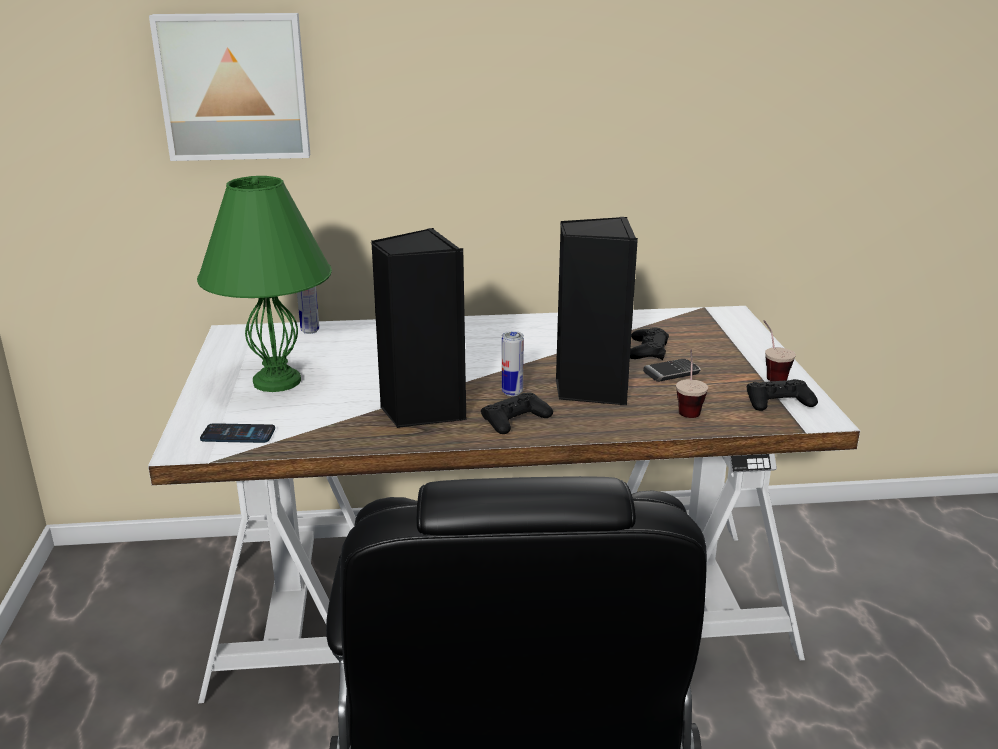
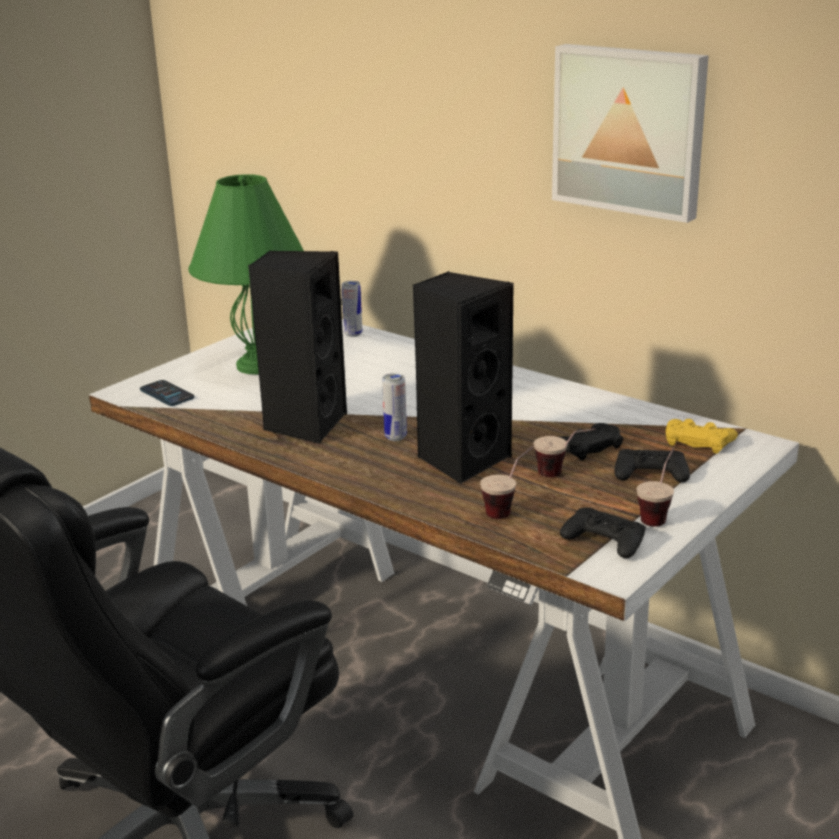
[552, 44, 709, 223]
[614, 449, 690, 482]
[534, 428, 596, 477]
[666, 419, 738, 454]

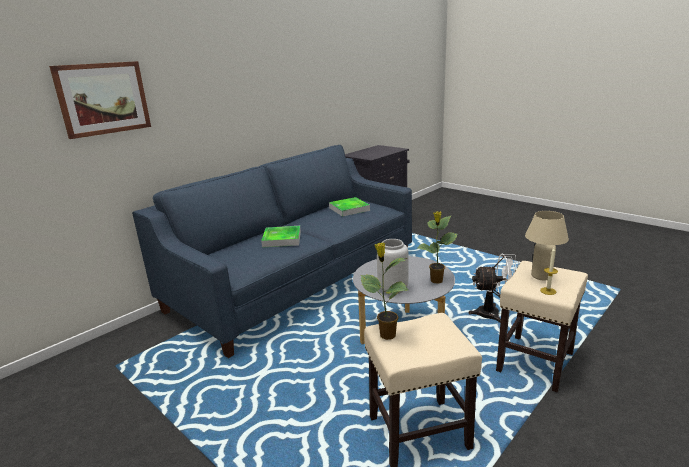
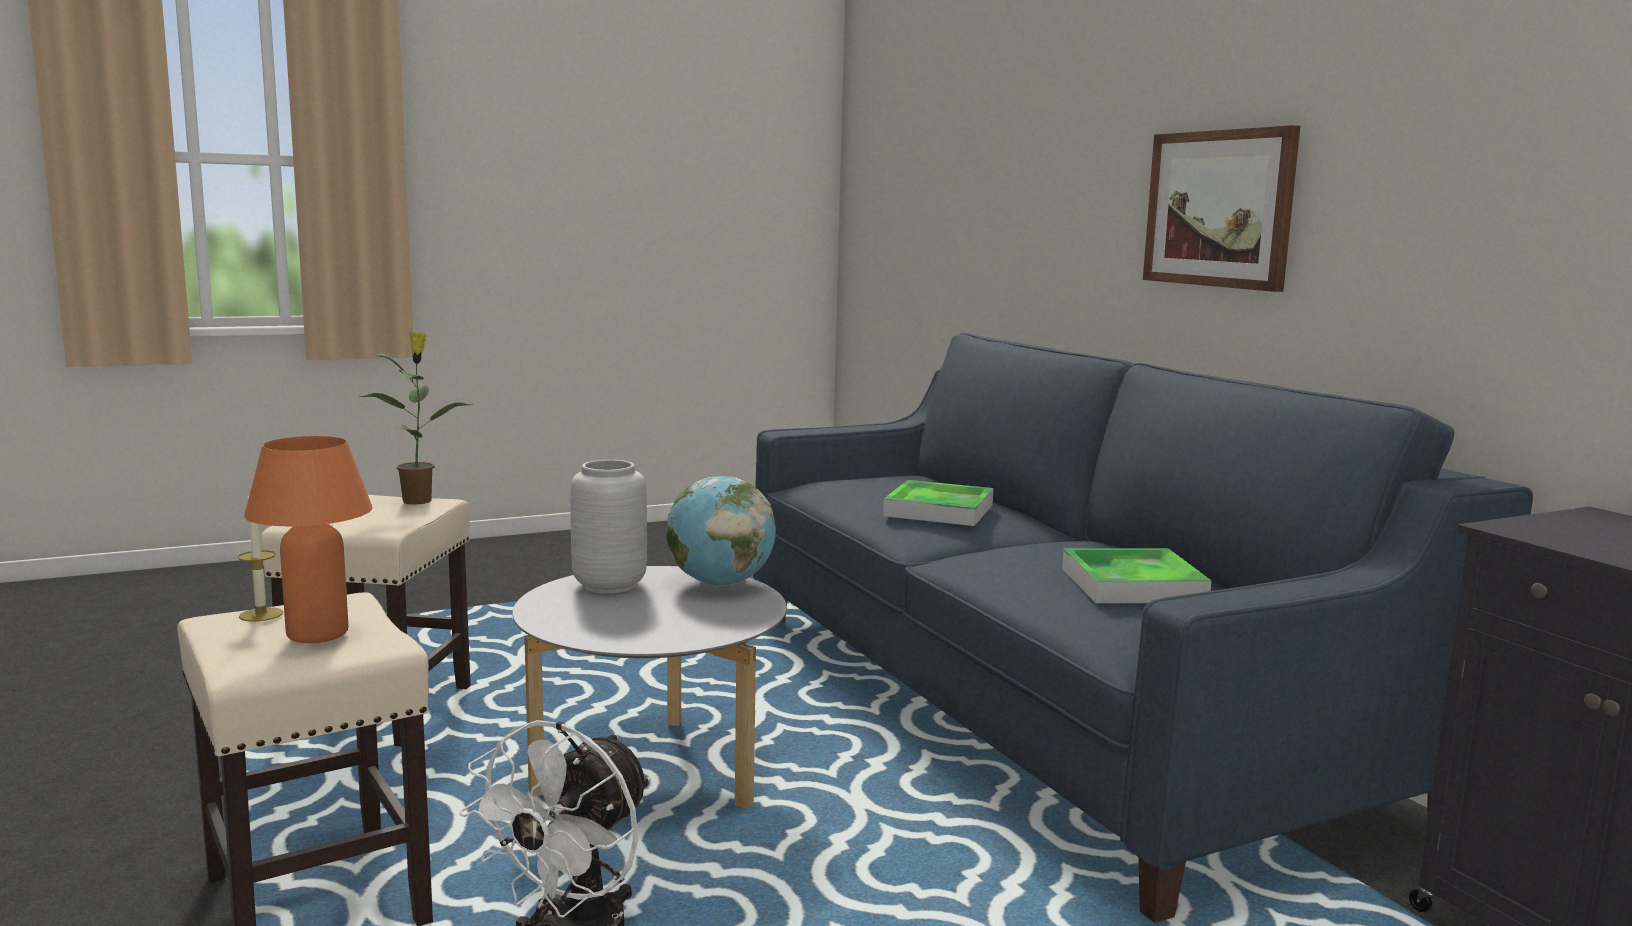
[1143, 125, 1300, 292]
[417, 212, 458, 284] (first image)
[244, 436, 373, 643]
[666, 476, 776, 586]

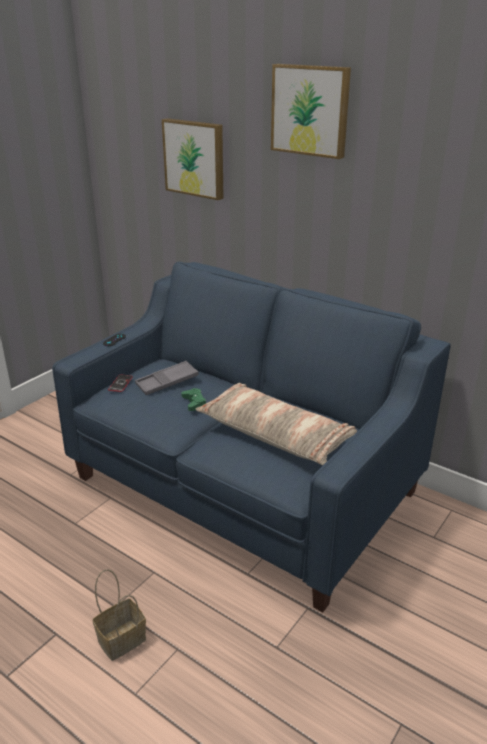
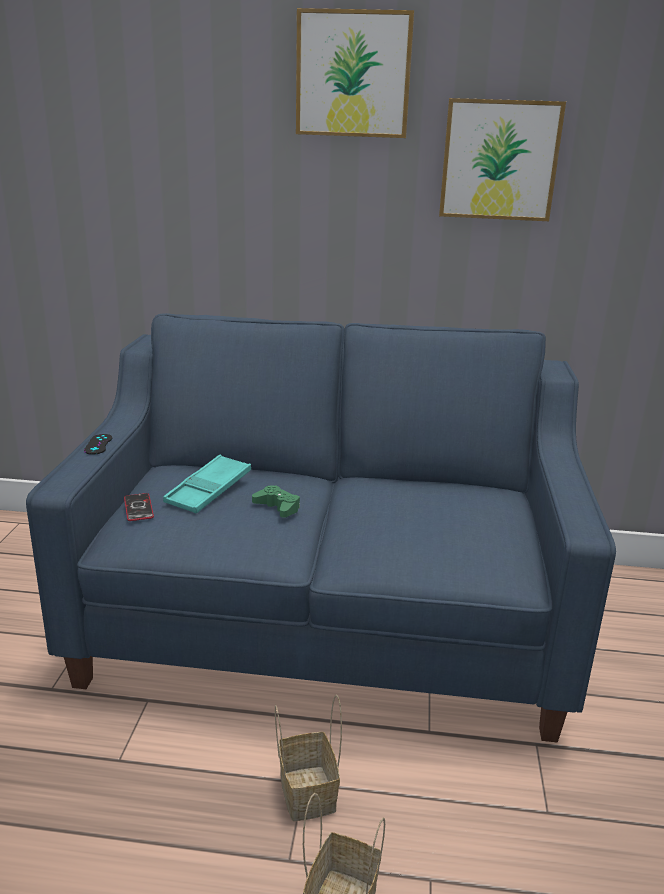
[163, 455, 251, 513]
[439, 98, 566, 221]
[196, 383, 357, 465] (first image)
[275, 694, 342, 821]

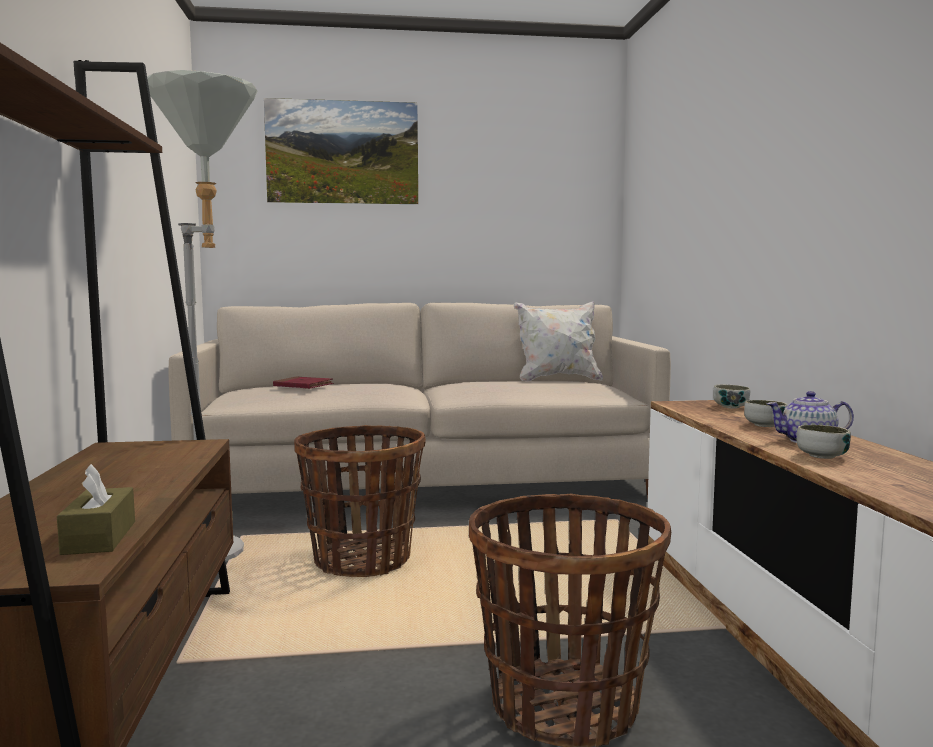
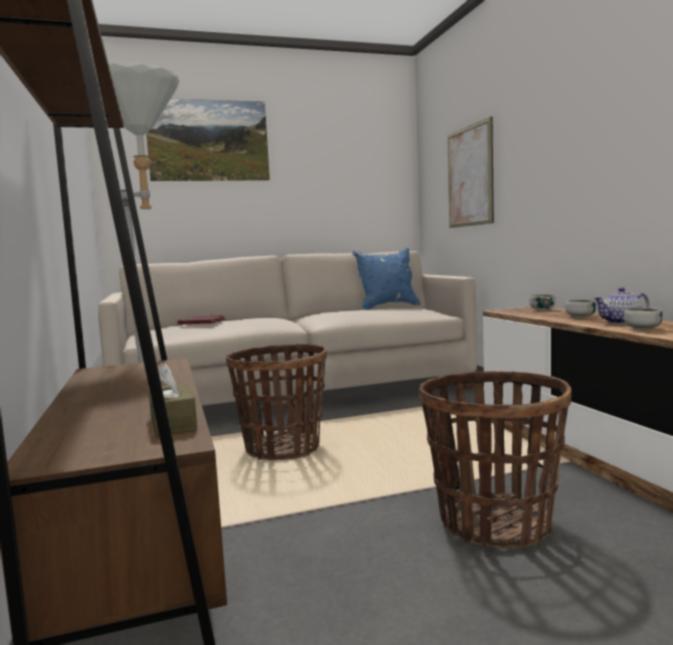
[352, 248, 421, 310]
[447, 116, 494, 228]

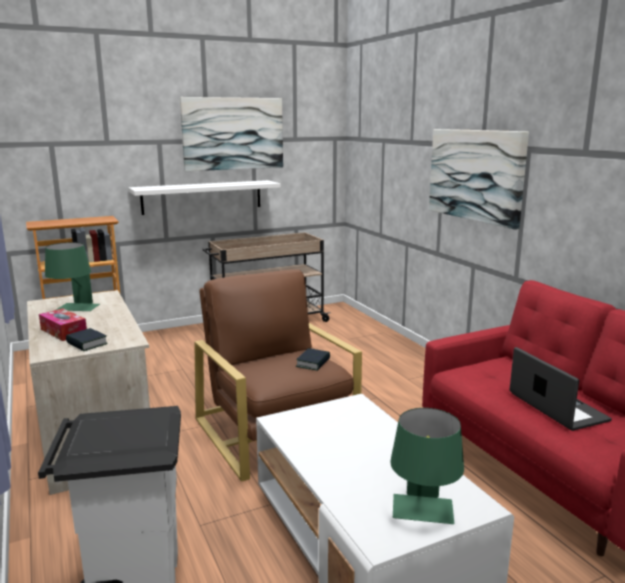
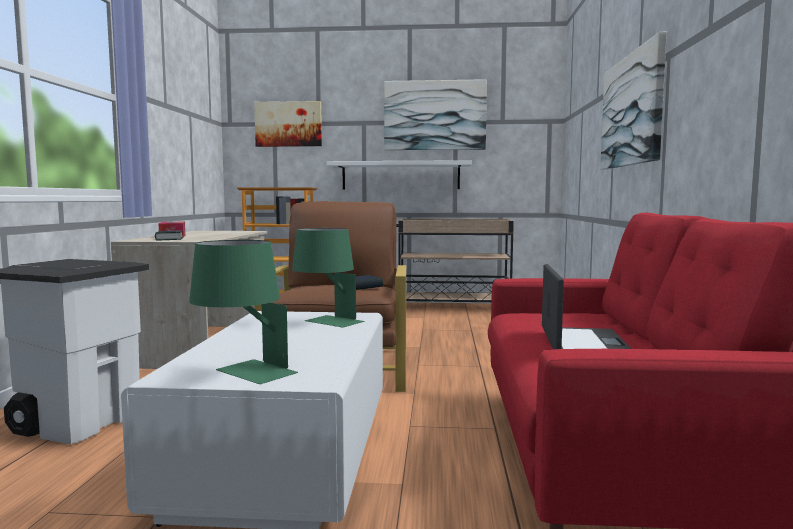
[292, 228, 365, 328]
[254, 101, 322, 147]

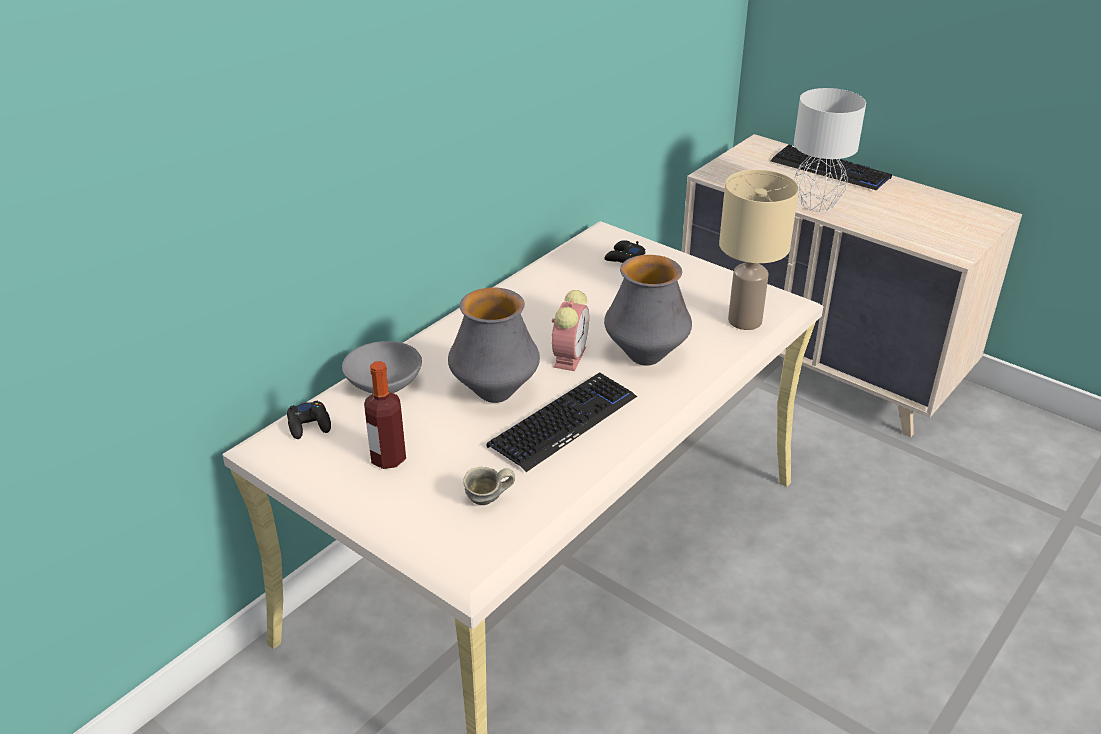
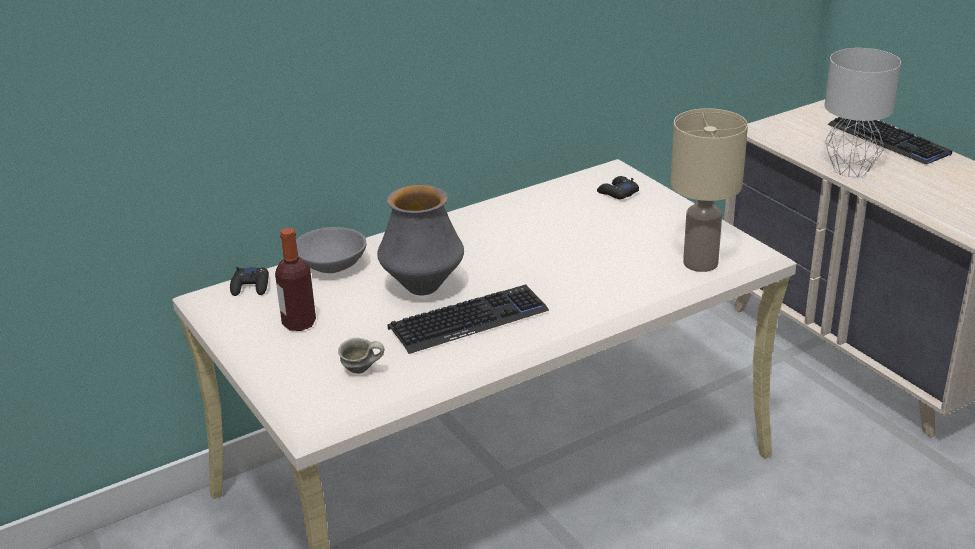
[552, 290, 589, 371] (first image)
[604, 255, 692, 366] (first image)

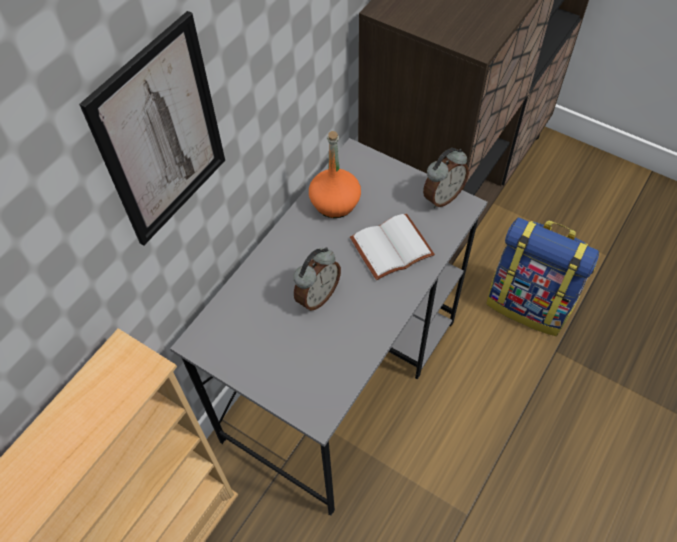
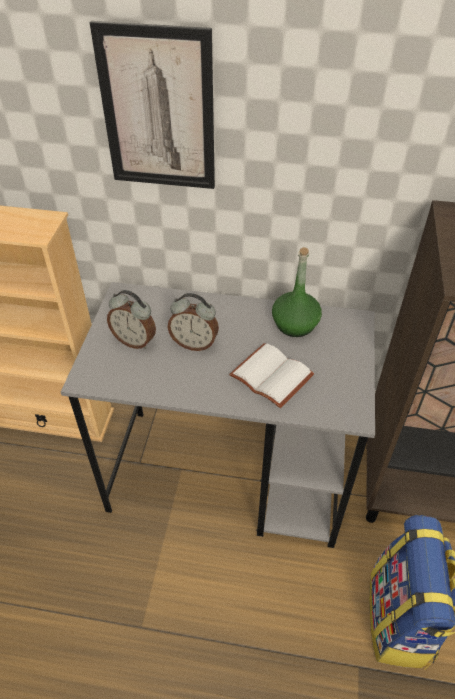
[272, 247, 322, 337]
[107, 290, 156, 349]

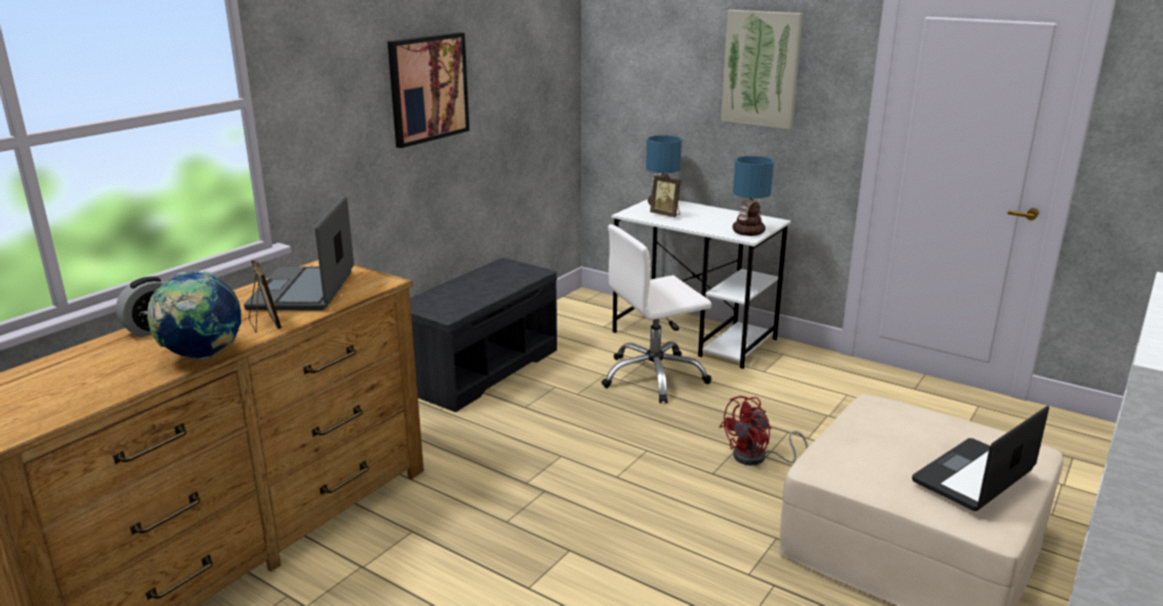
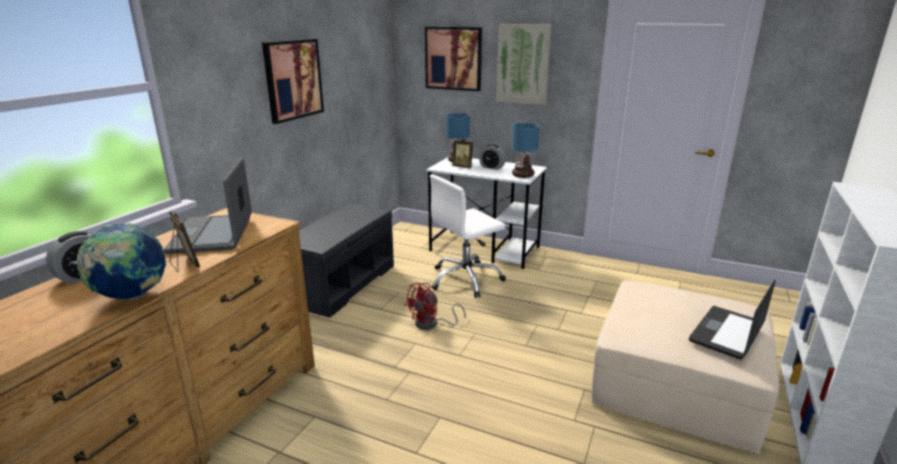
[404, 283, 466, 330]
[425, 27, 482, 91]
[479, 144, 506, 170]

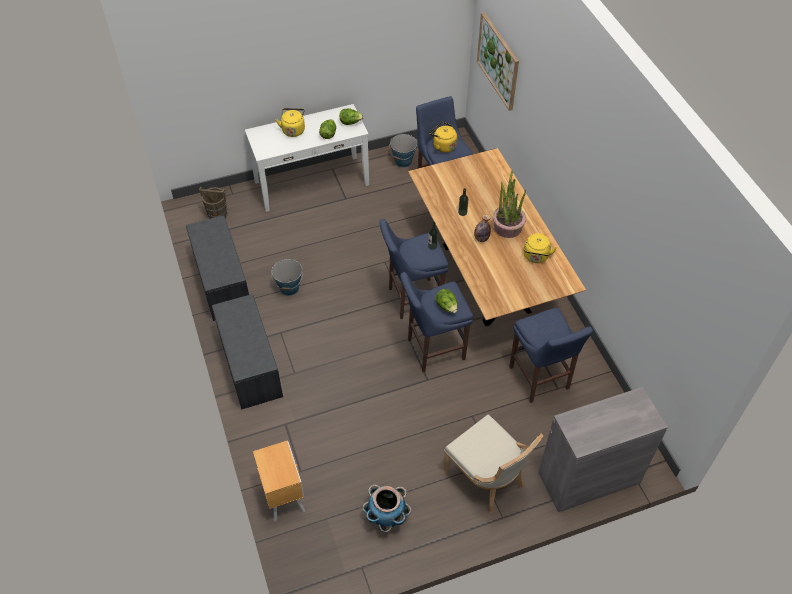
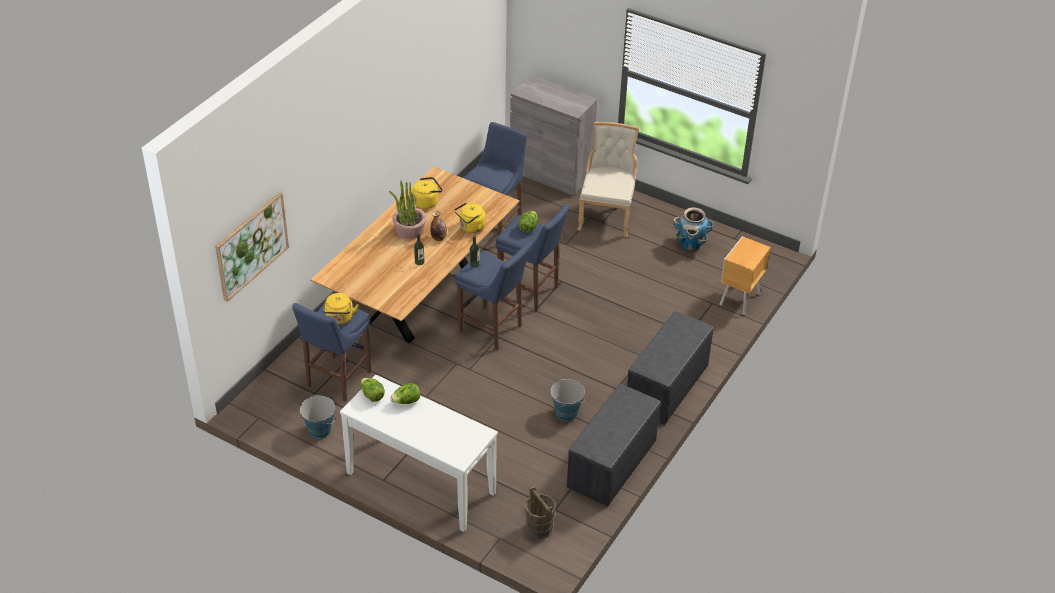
[454, 203, 485, 233]

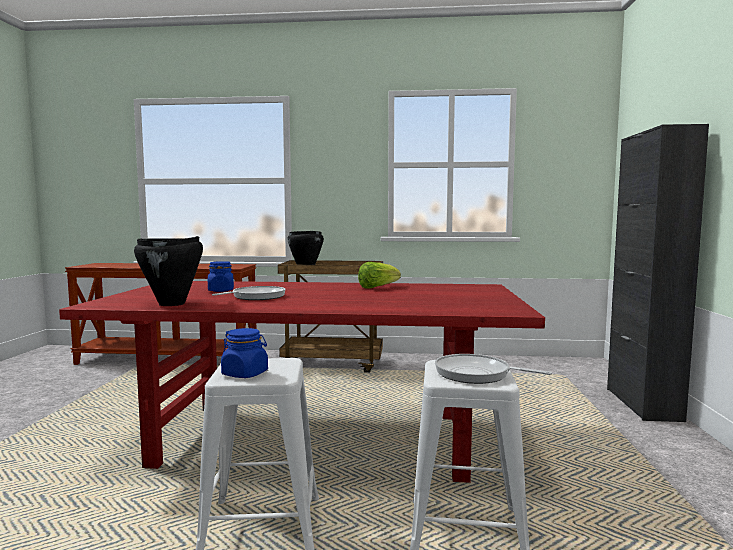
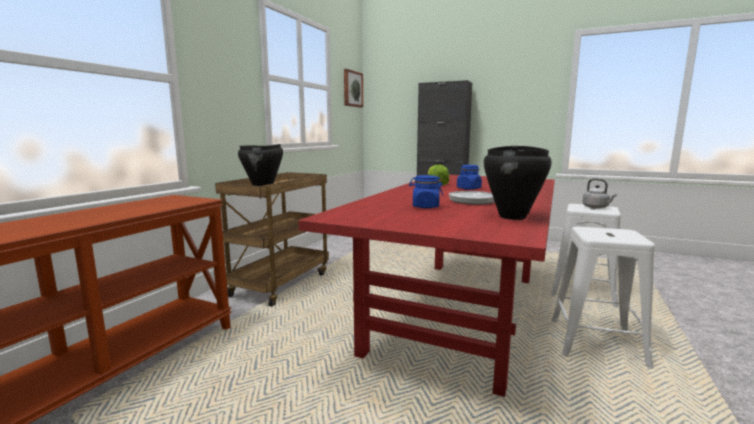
[457, 165, 482, 190]
[583, 178, 617, 209]
[344, 69, 363, 107]

